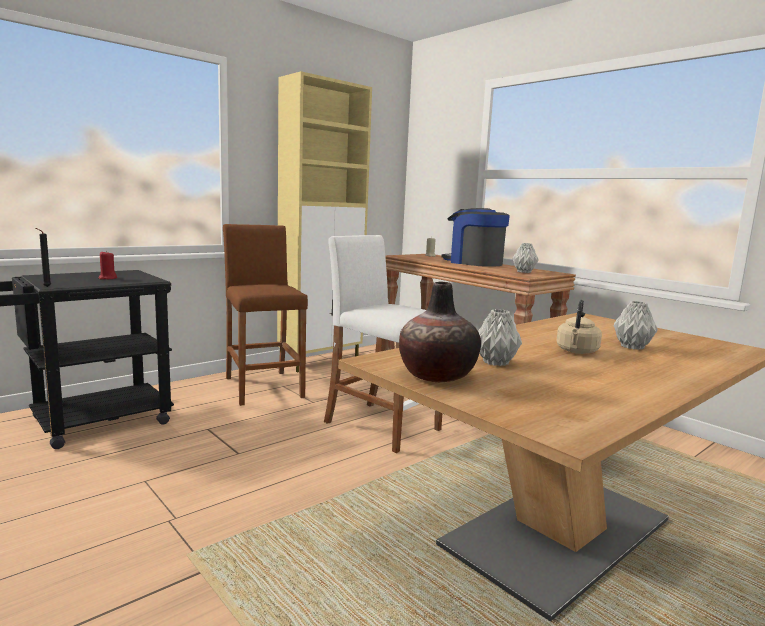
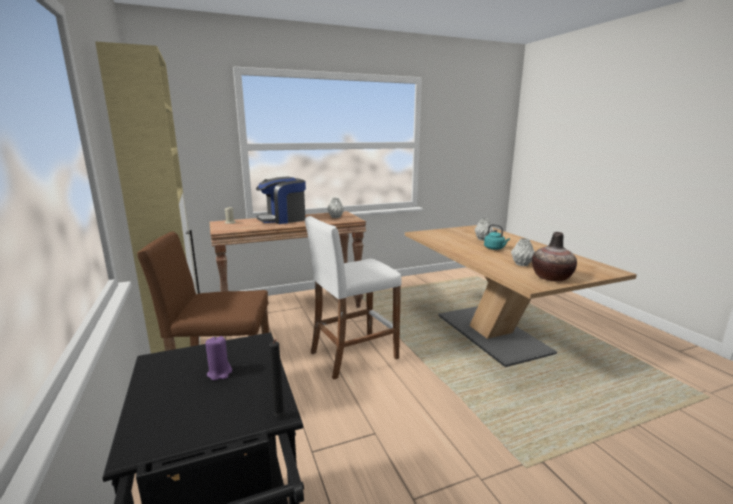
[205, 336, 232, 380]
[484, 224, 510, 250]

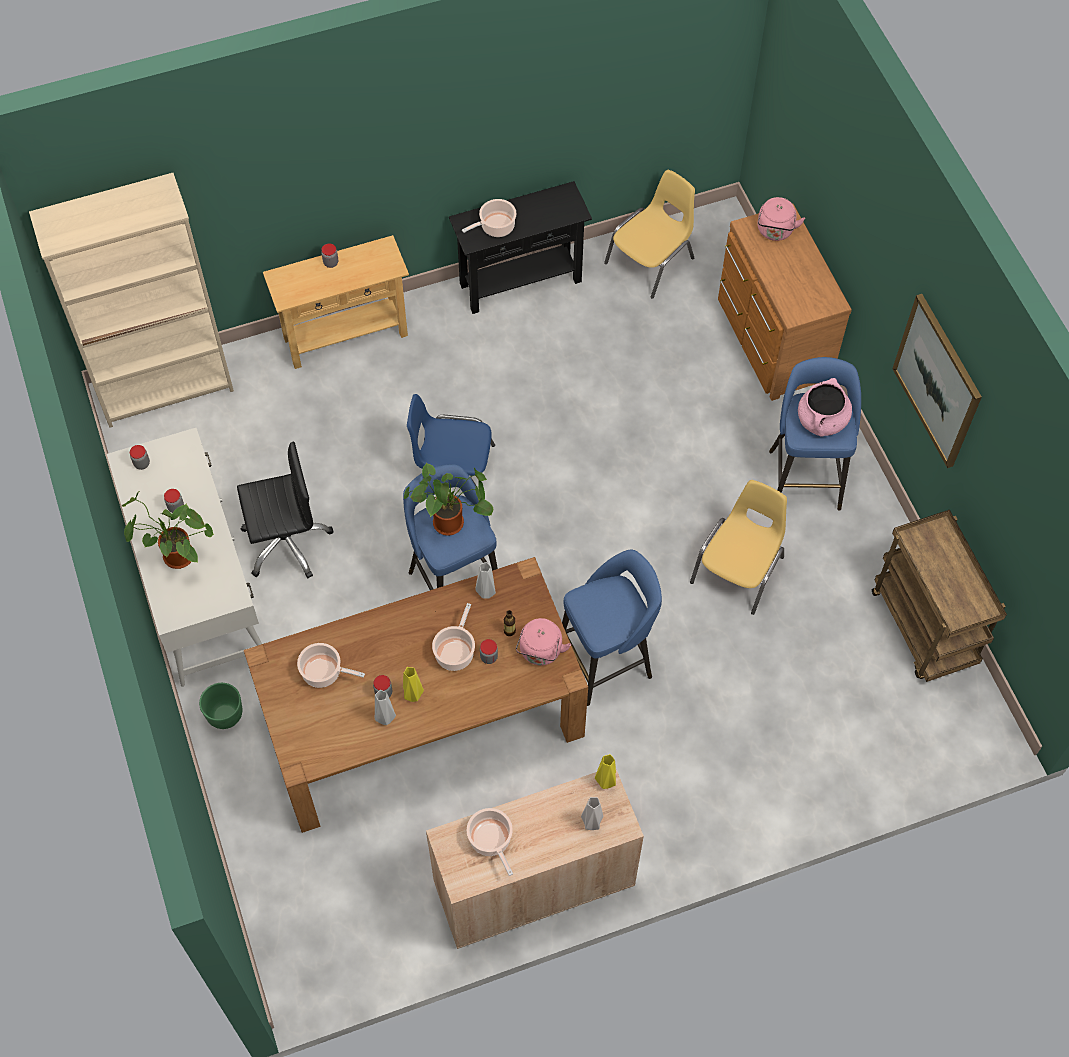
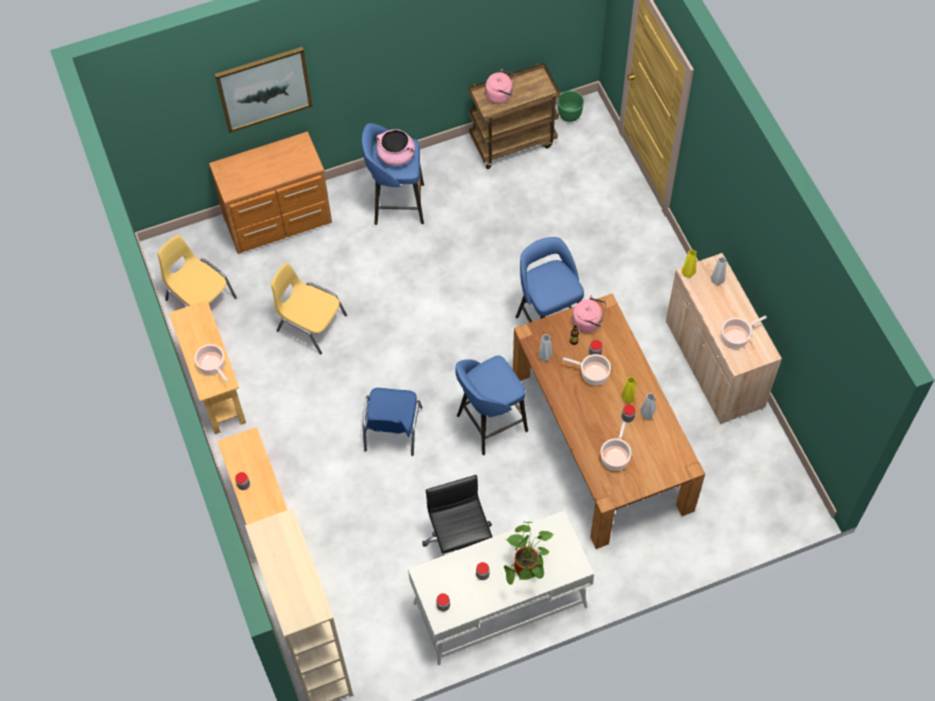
[558, 91, 584, 122]
[403, 462, 493, 536] (first image)
[169, 300, 246, 434]
[271, 262, 347, 354]
[485, 69, 516, 104]
[215, 47, 313, 133]

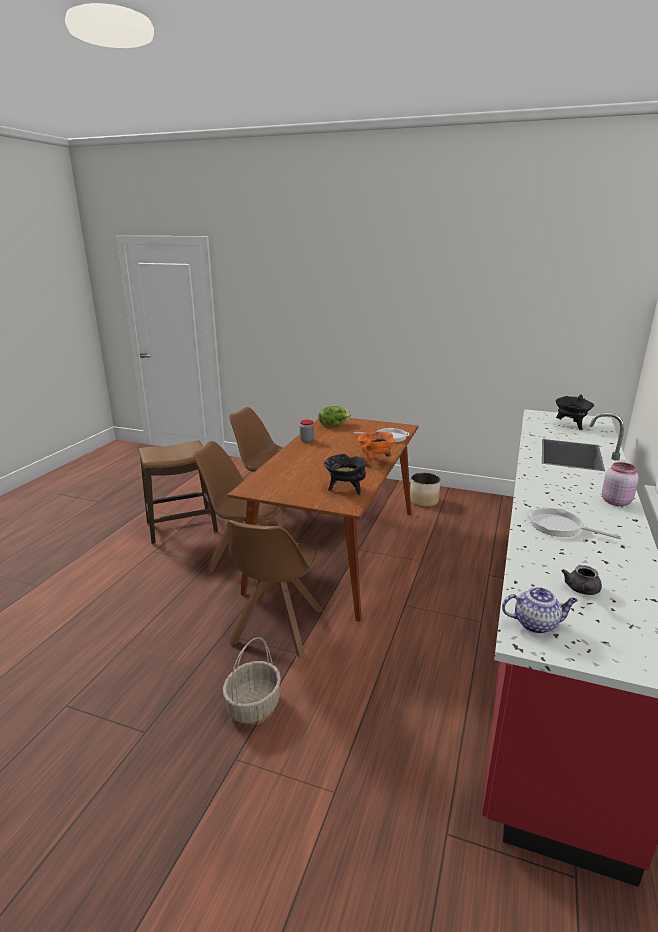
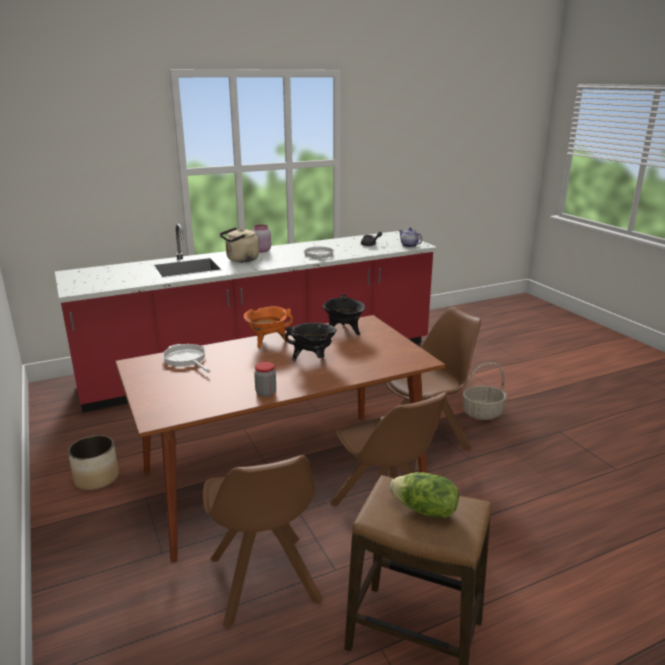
[390, 472, 459, 518]
[285, 323, 337, 361]
[220, 227, 259, 262]

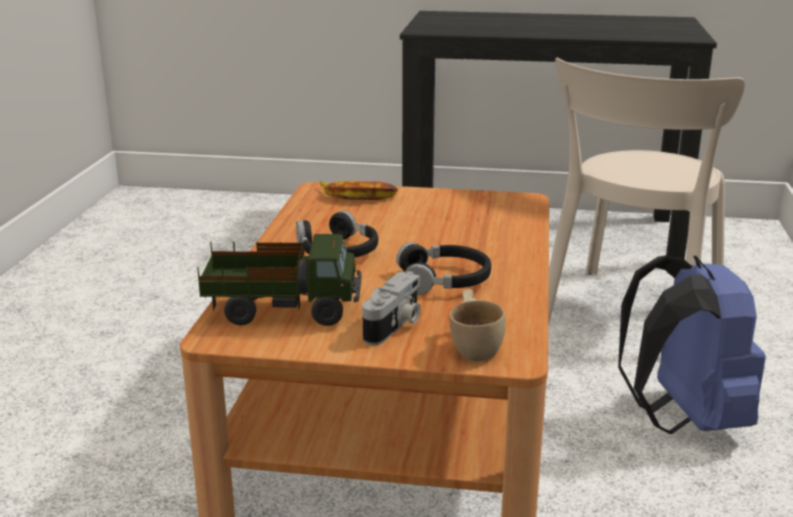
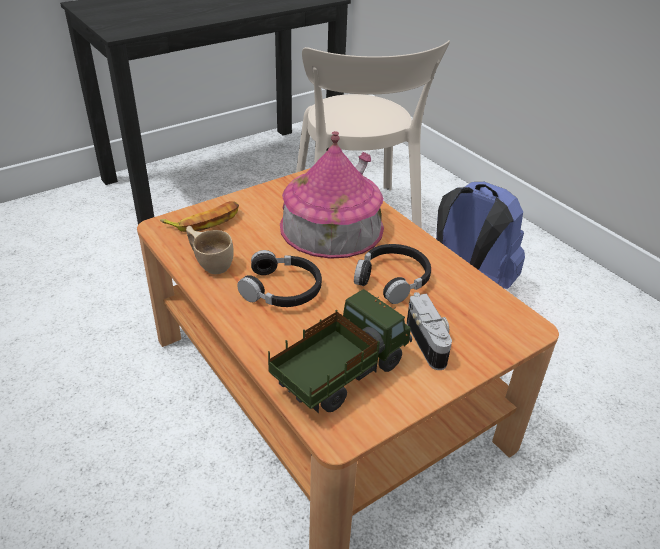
[186, 226, 234, 274]
[280, 131, 384, 259]

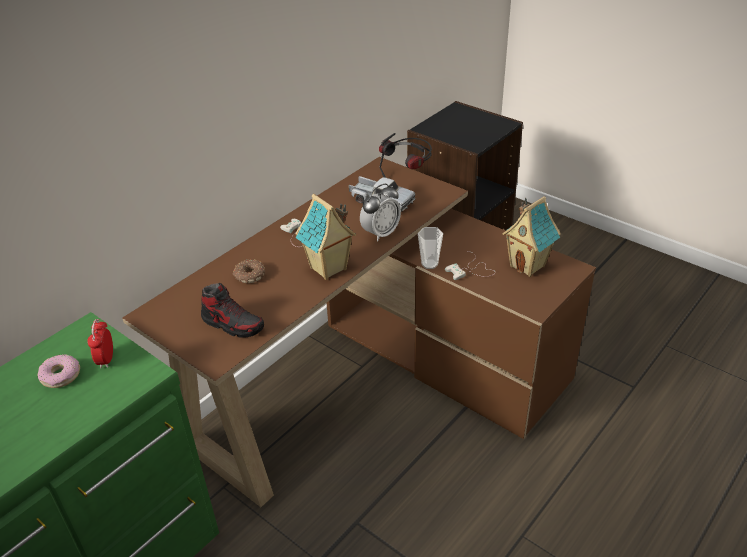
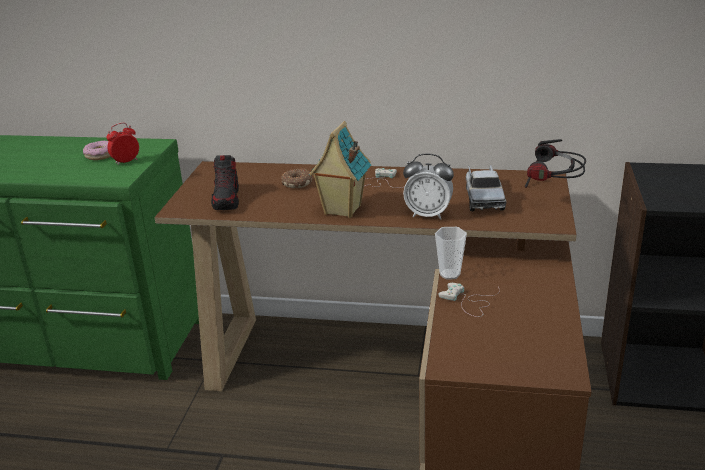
[502, 196, 561, 277] (first image)

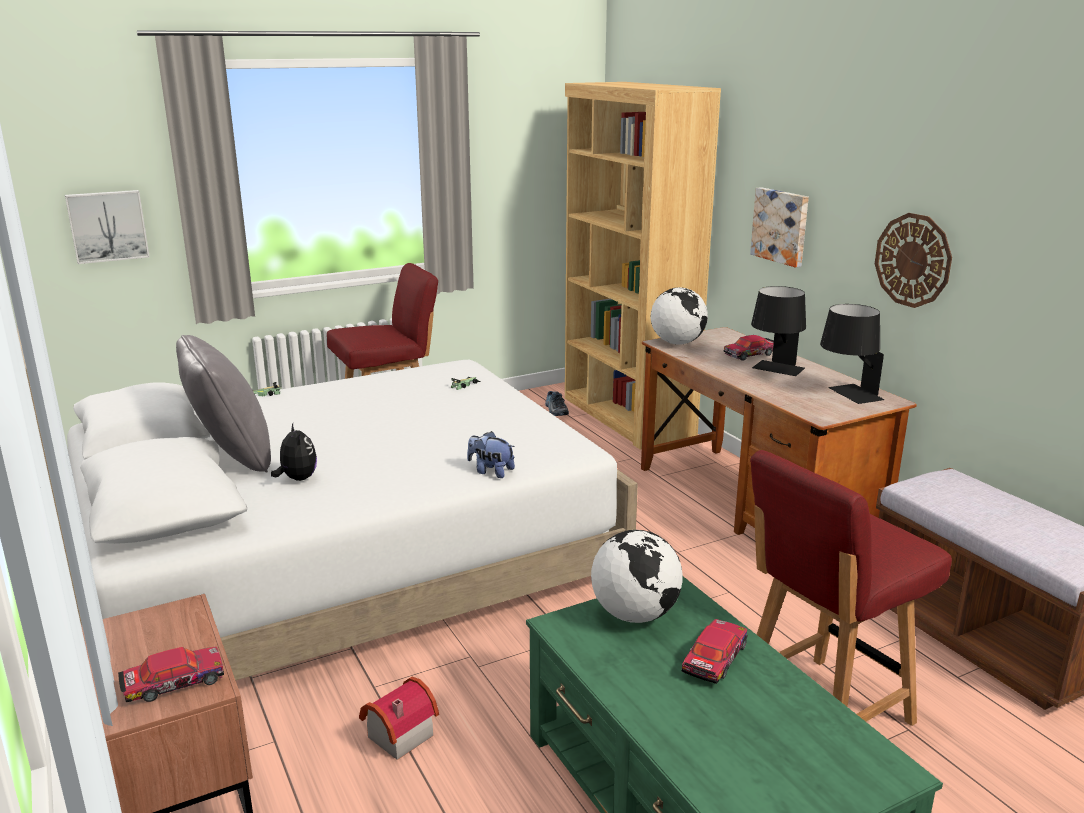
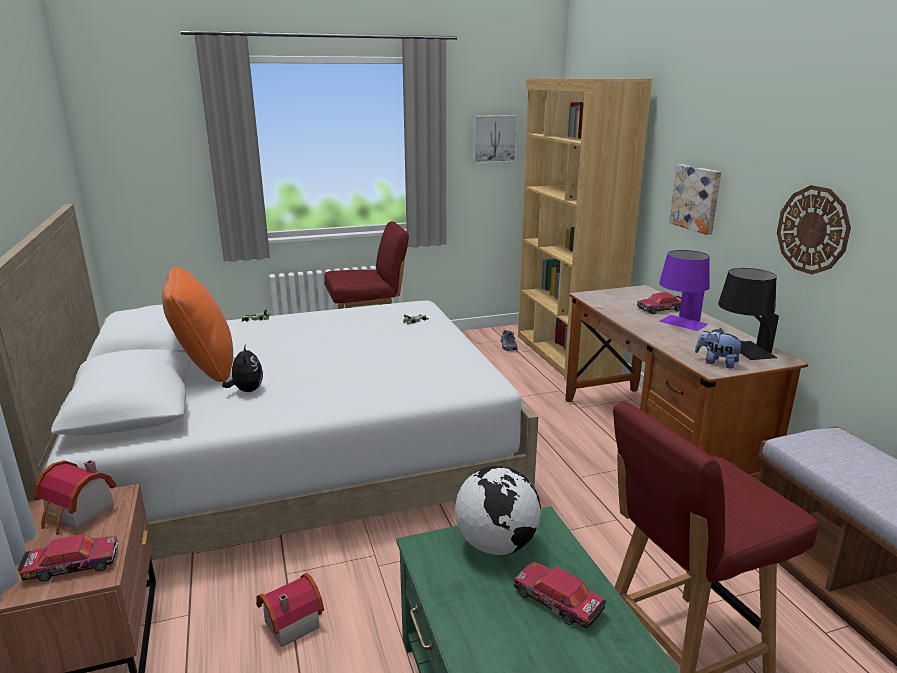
[472, 115, 517, 164]
[162, 267, 233, 383]
[695, 328, 746, 368]
[651, 287, 708, 345] (first image)
[514, 561, 607, 628]
[659, 250, 710, 331]
[34, 460, 116, 535]

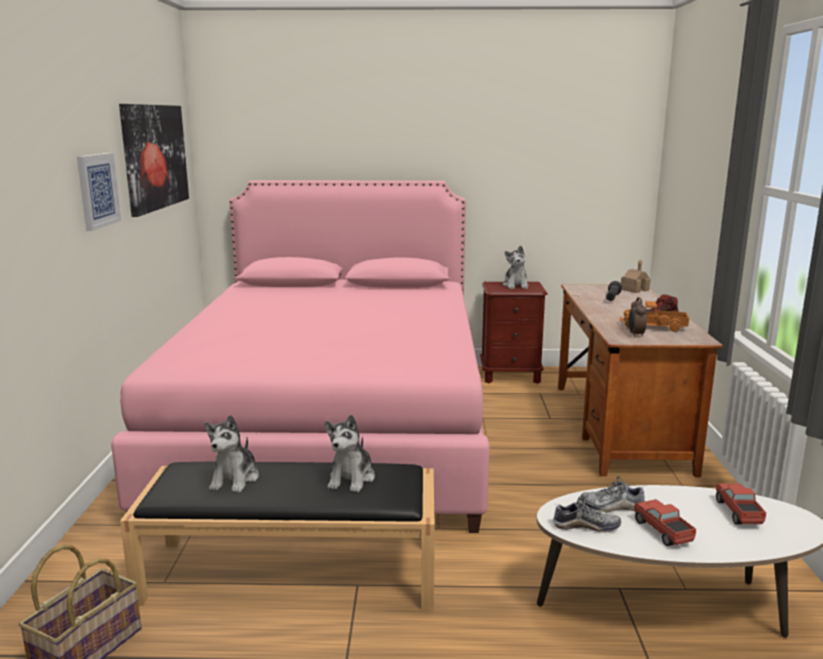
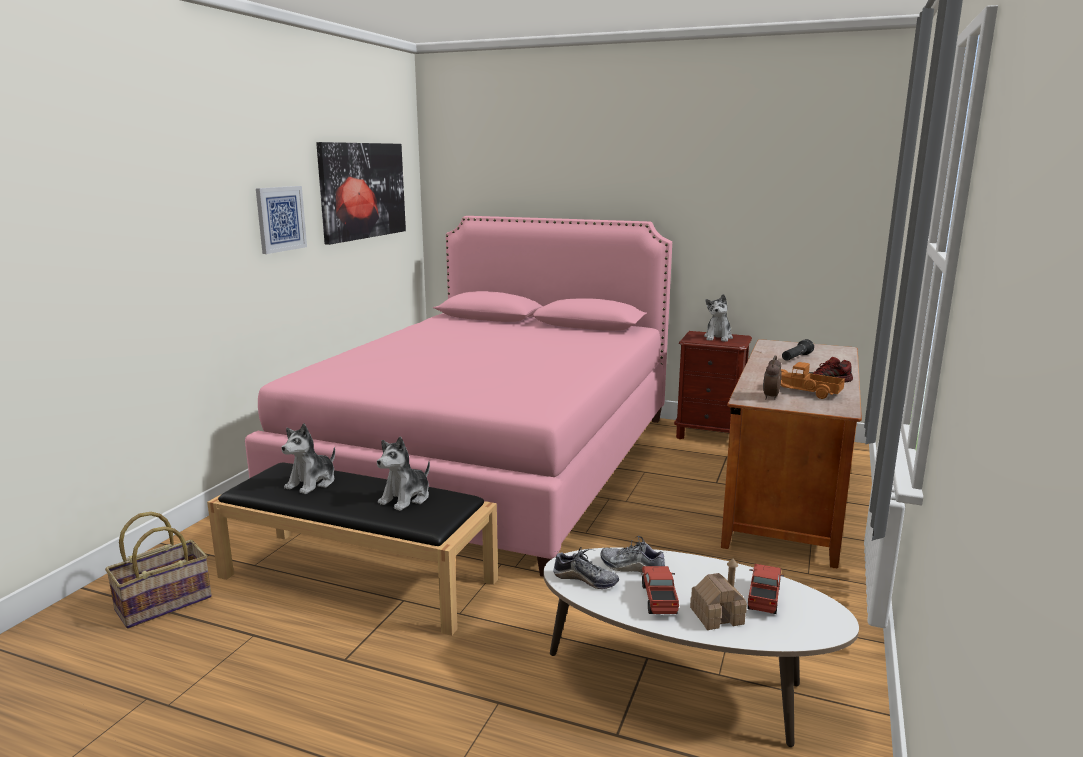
[690, 559, 747, 630]

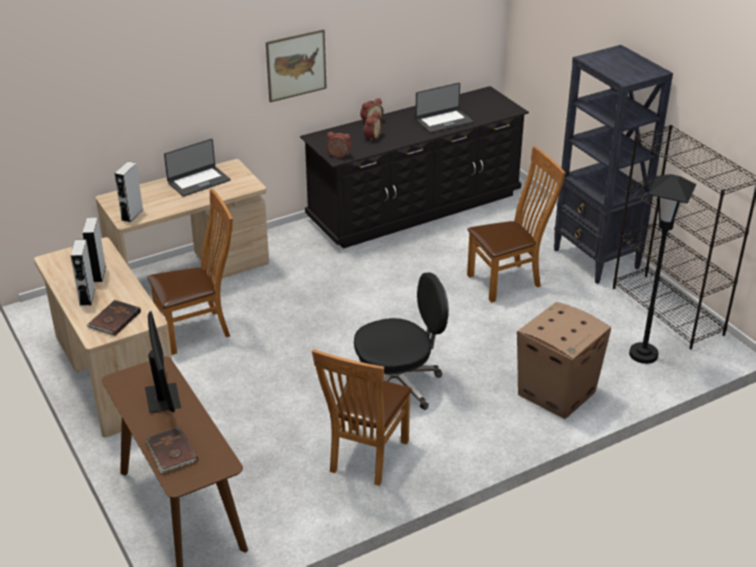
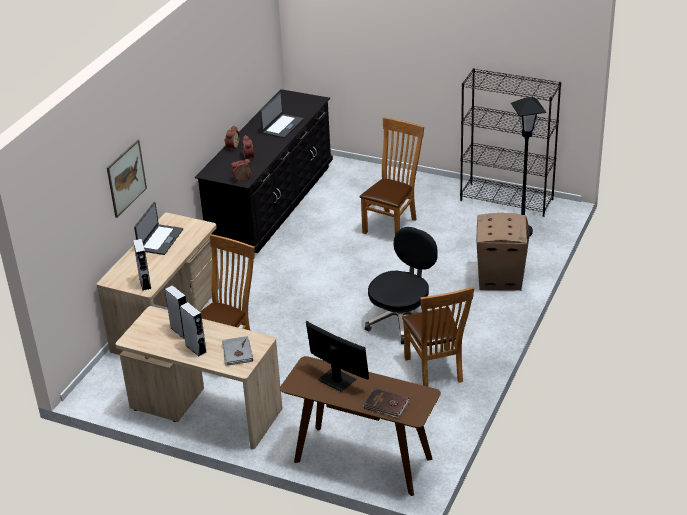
[222, 336, 253, 366]
[107, 139, 147, 218]
[554, 45, 673, 284] (first image)

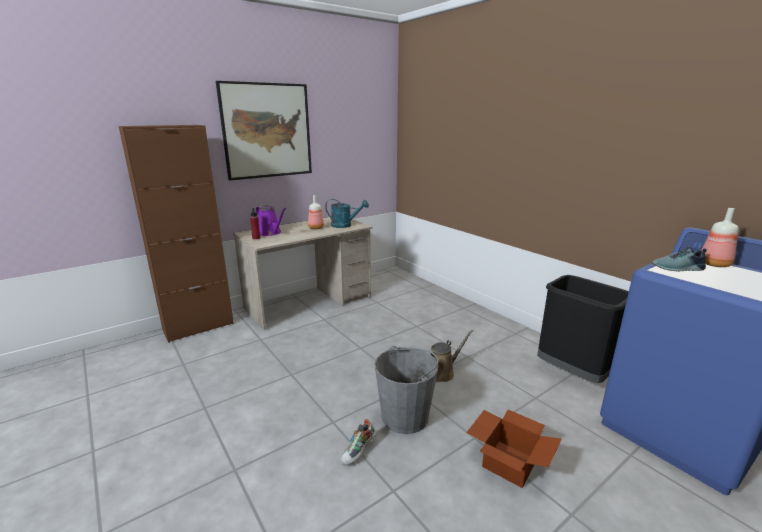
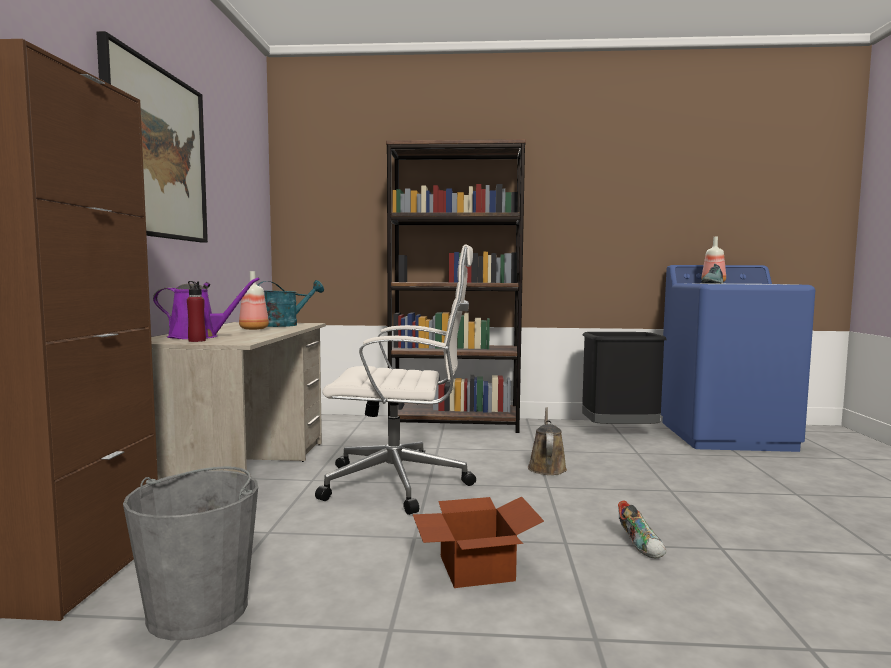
[123, 466, 258, 640]
[413, 497, 544, 588]
[315, 245, 476, 515]
[386, 139, 526, 433]

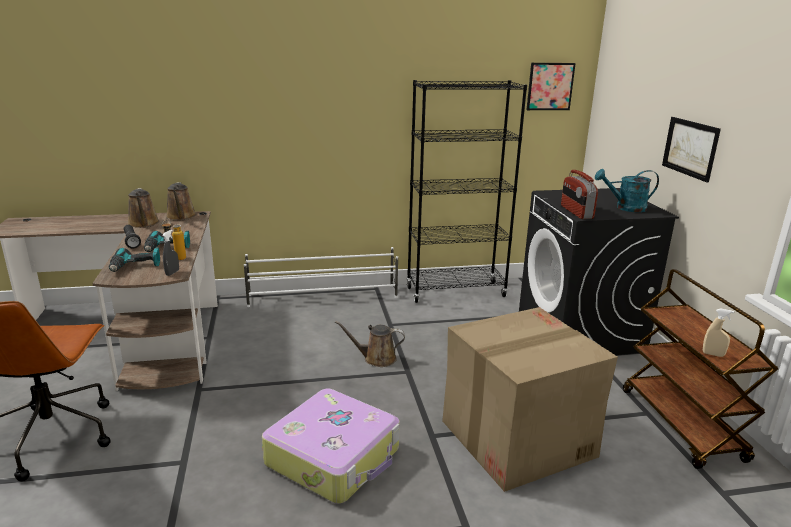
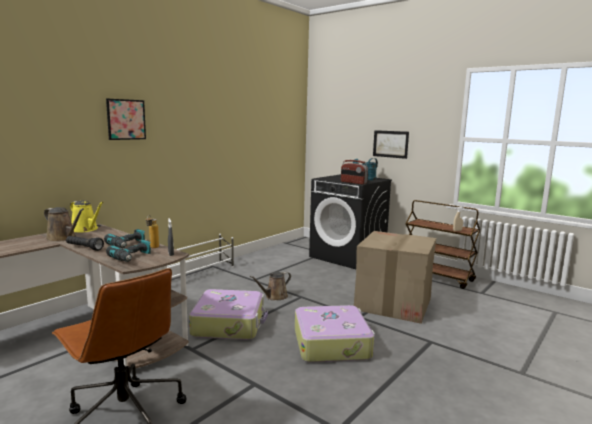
[70, 200, 104, 232]
[406, 80, 527, 303] (first image)
[106, 99, 146, 140]
[189, 289, 268, 340]

